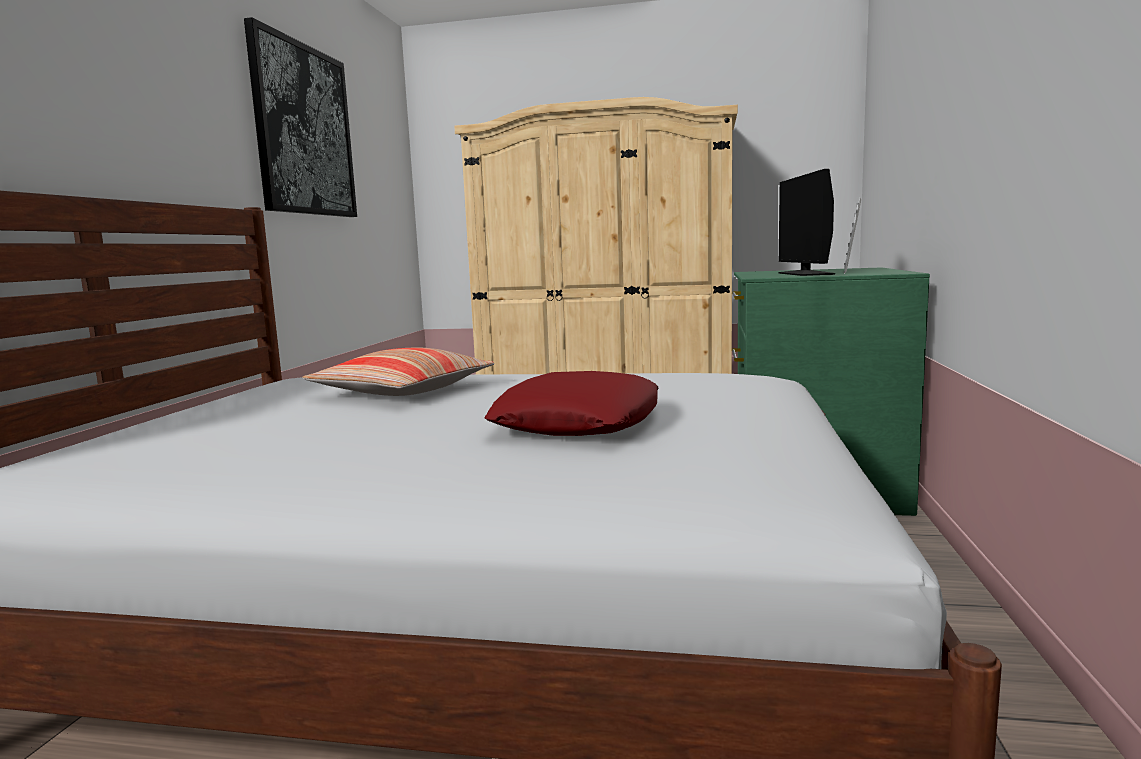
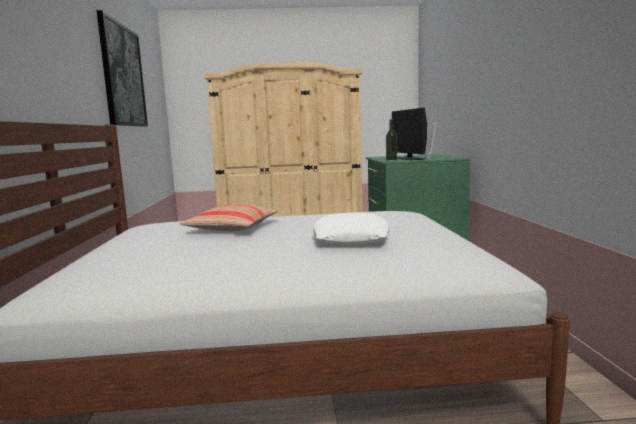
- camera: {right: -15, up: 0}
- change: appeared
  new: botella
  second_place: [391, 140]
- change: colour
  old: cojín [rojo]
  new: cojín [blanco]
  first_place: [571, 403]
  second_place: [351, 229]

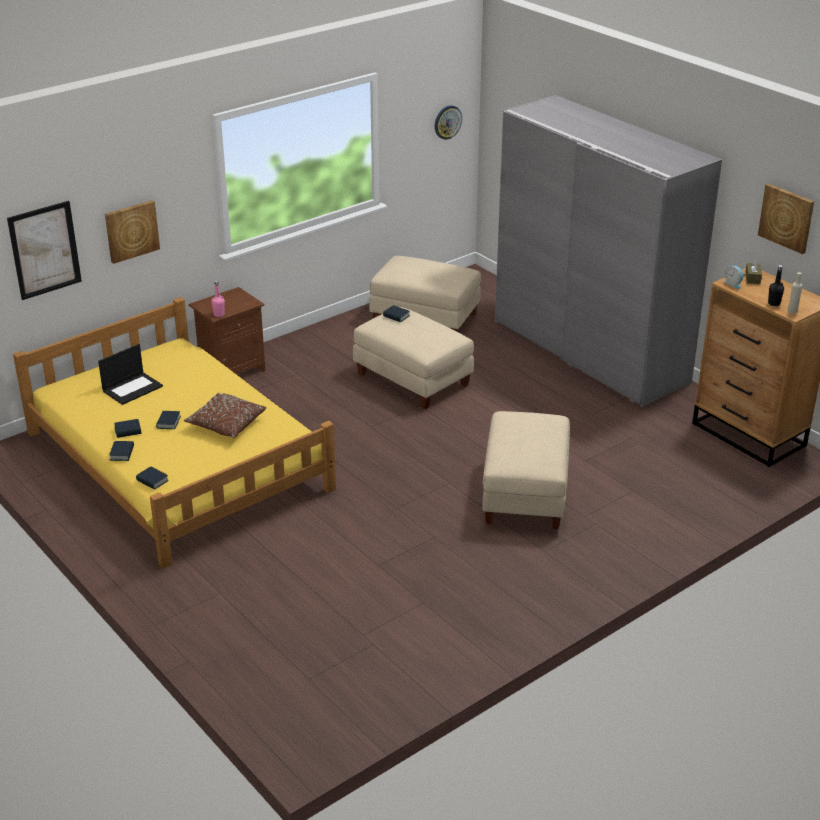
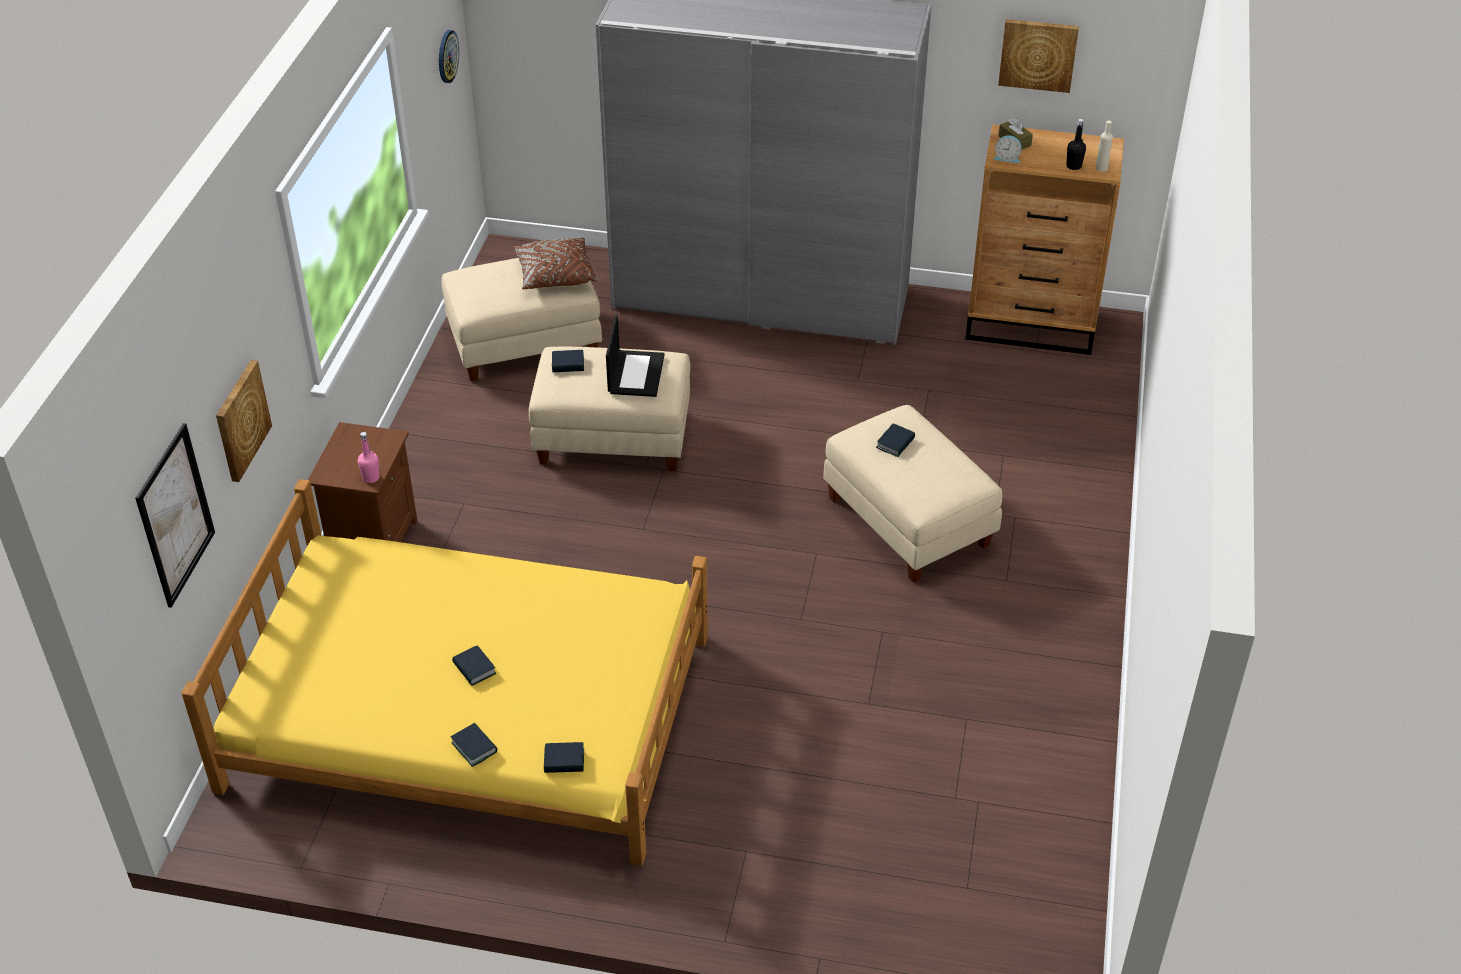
- camera: {right: -40, up: 10}
- change: relocated
  old: portátil
  first_place: [130, 374]
  second_place: [635, 356]
- change: relocated
  old: libro
  first_place: [127, 428]
  second_place: [895, 440]
- change: relocated
  old: cojín [marrón]
  first_place: [225, 415]
  second_place: [555, 263]

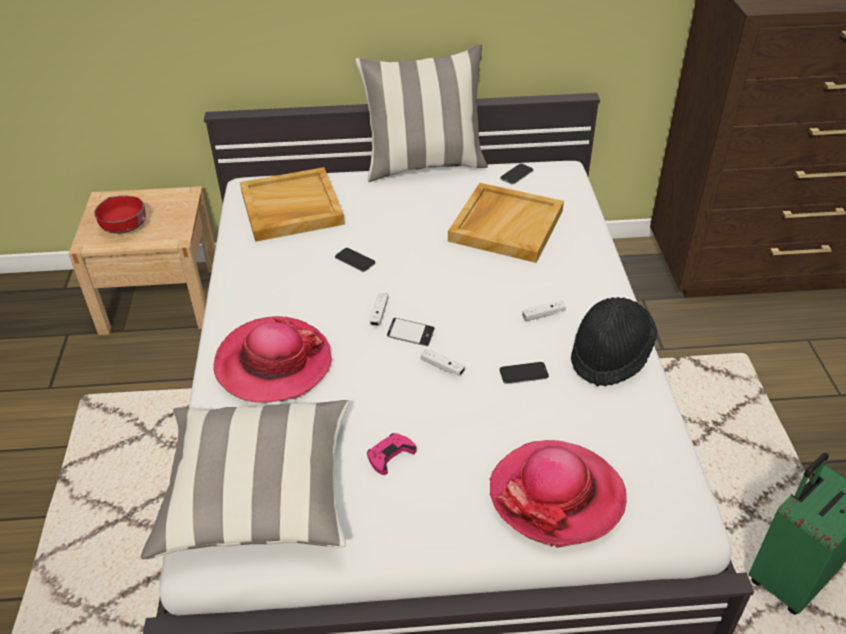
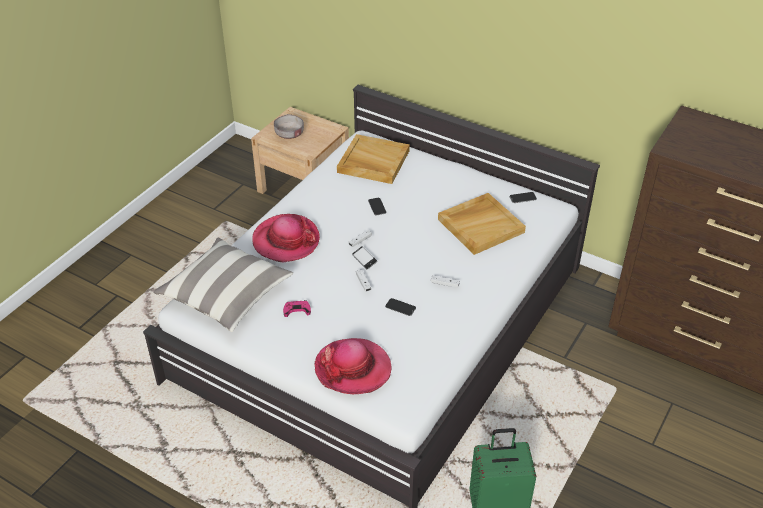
- camera: {right: 35, up: 0}
- change: missing
  old: cojín
  first_place: [421, 113]
- change: missing
  old: sombrero [negro]
  first_place: [614, 342]
- change: colour
  old: cuenco [rojo]
  new: cuenco [gris]
  first_place: [120, 215]
  second_place: [289, 126]

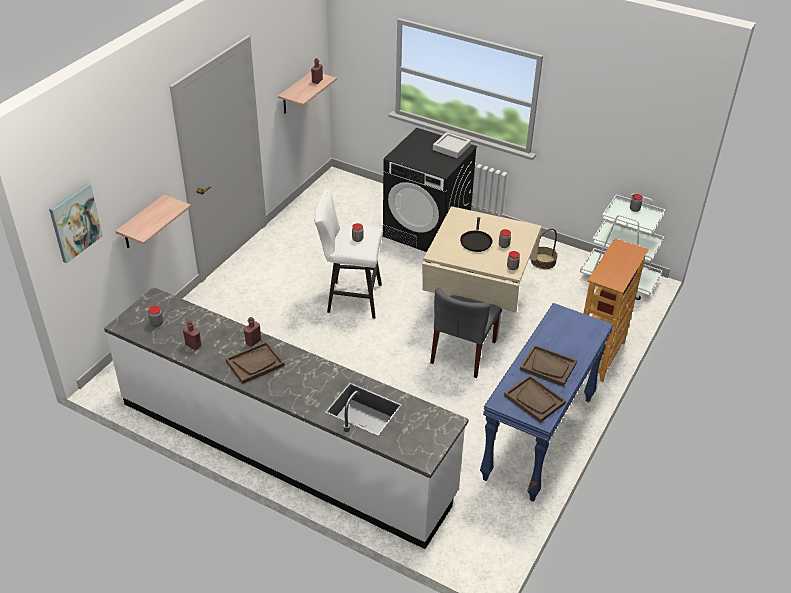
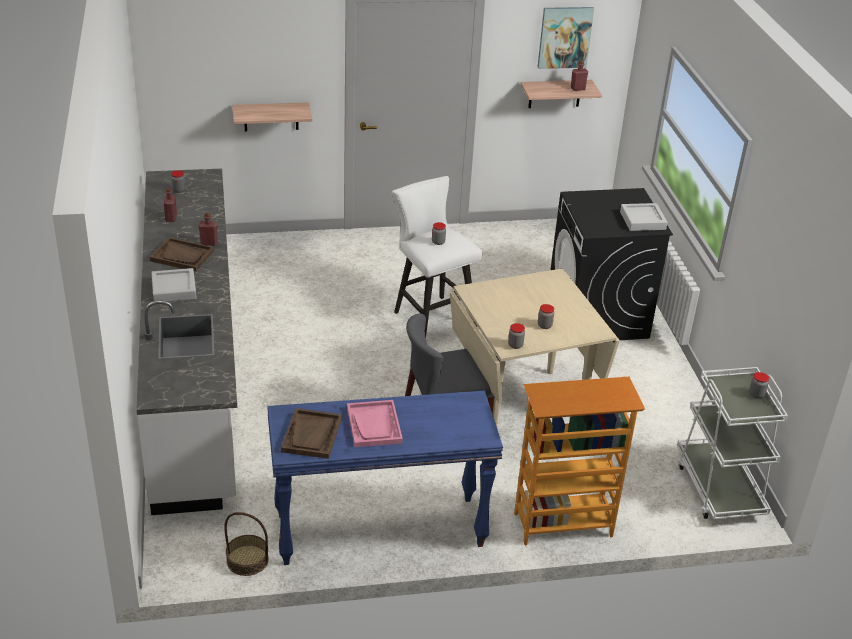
- camera: {right: 50, up: -5}
- change: missing
  old: sartén [negro]
  first_place: [476, 234]
- change: appeared
  new: bandeja [gris]
  second_place: [174, 284]
- change: relocated
  old: cuadro
  first_place: [76, 223]
  second_place: [566, 38]
- change: relocated
  old: cesta
  first_place: [544, 249]
  second_place: [246, 544]
- change: colour
  old: bandeja [marrón]
  new: bandeja [rosa]
  first_place: [548, 365]
  second_place: [375, 423]

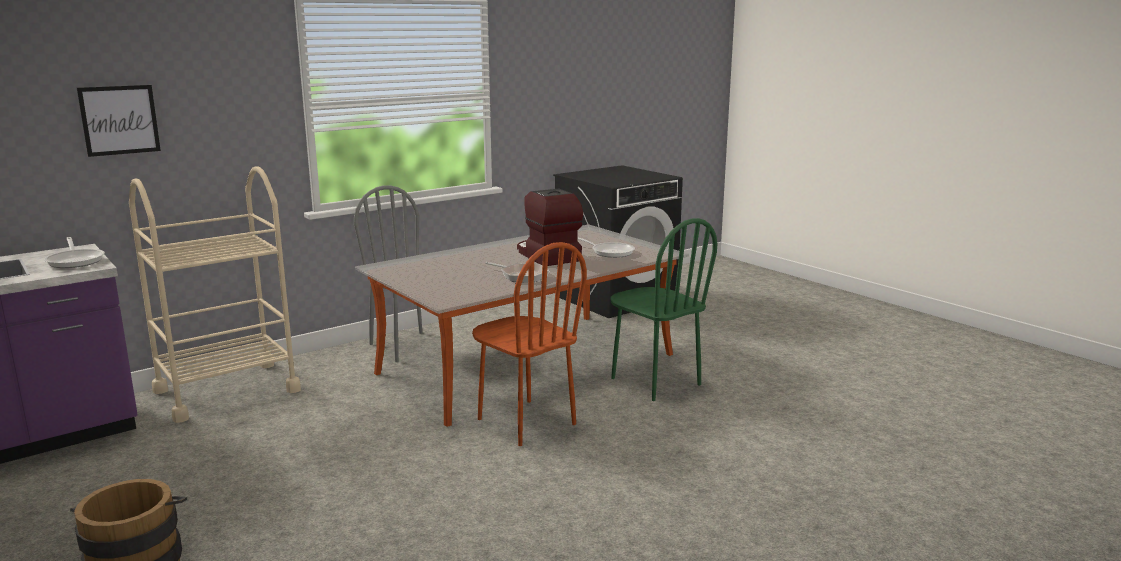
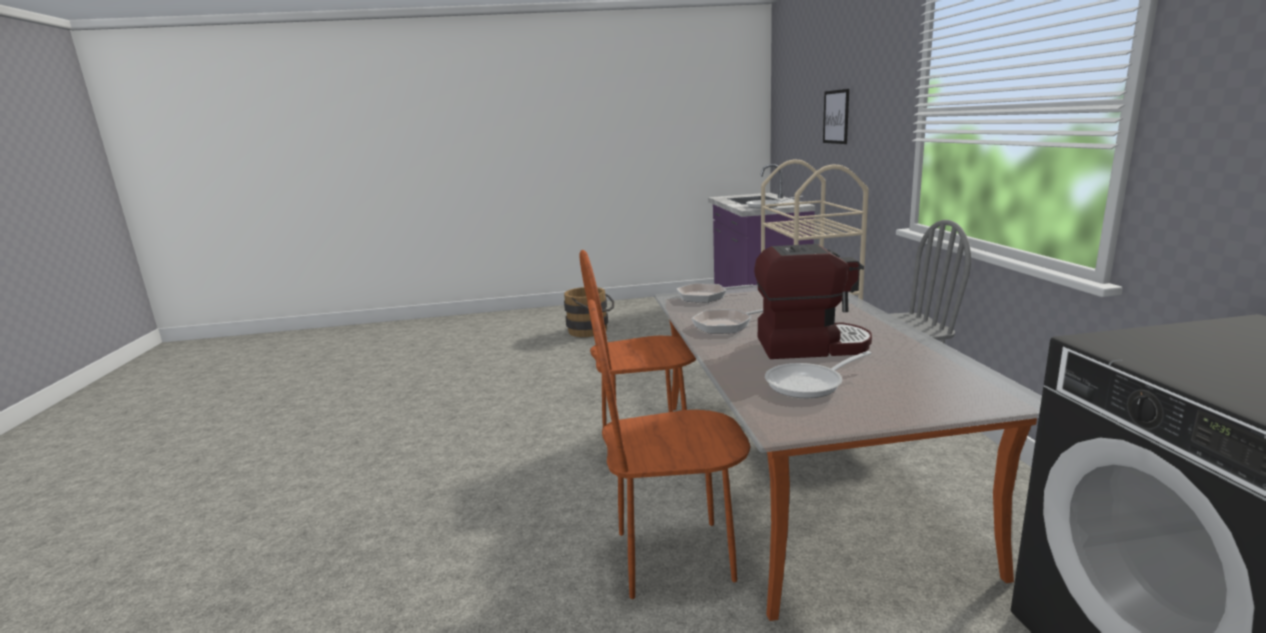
- camera: {right: 120, up: 0}
- change: appeared
  new: sartén
  second_place: [715, 293]
- change: colour
  old: silla [verde]
  new: silla [marrón]
  first_place: [664, 309]
  second_place: [669, 449]

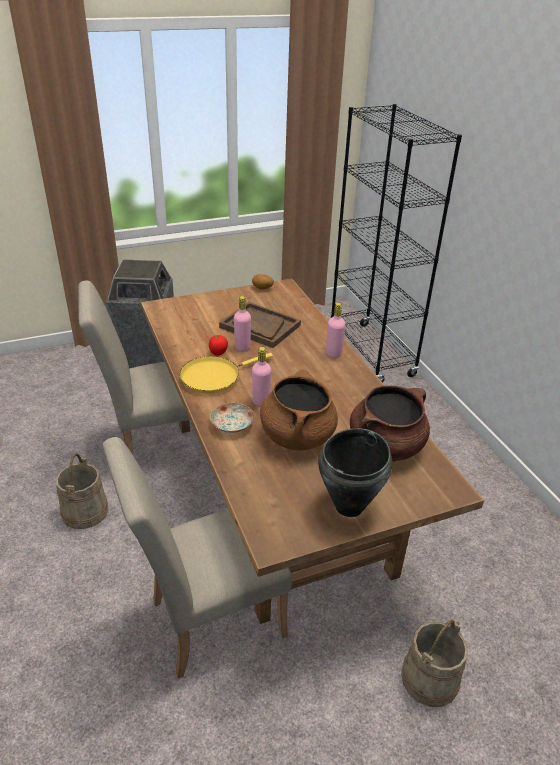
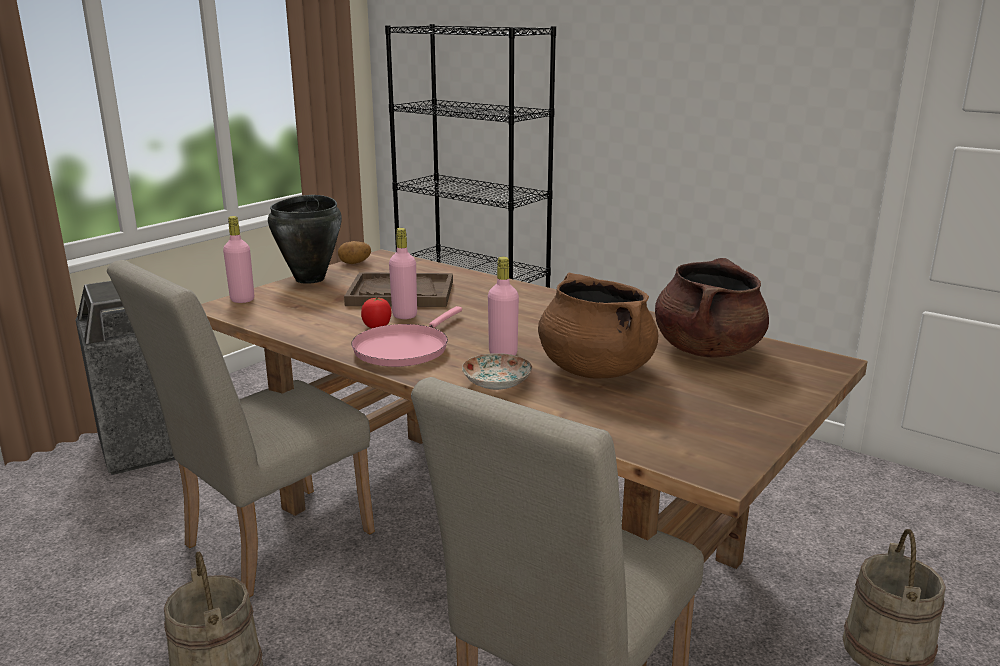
- camera: {right: -30, up: -15}
- change: relocated
  old: olla [negro]
  first_place: [355, 472]
  second_place: [305, 239]
- change: relocated
  old: botella [rosa]
  first_place: [335, 330]
  second_place: [238, 259]
- change: colour
  old: sartén [amarillo]
  new: sartén [rosa]
  first_place: [226, 373]
  second_place: [406, 336]

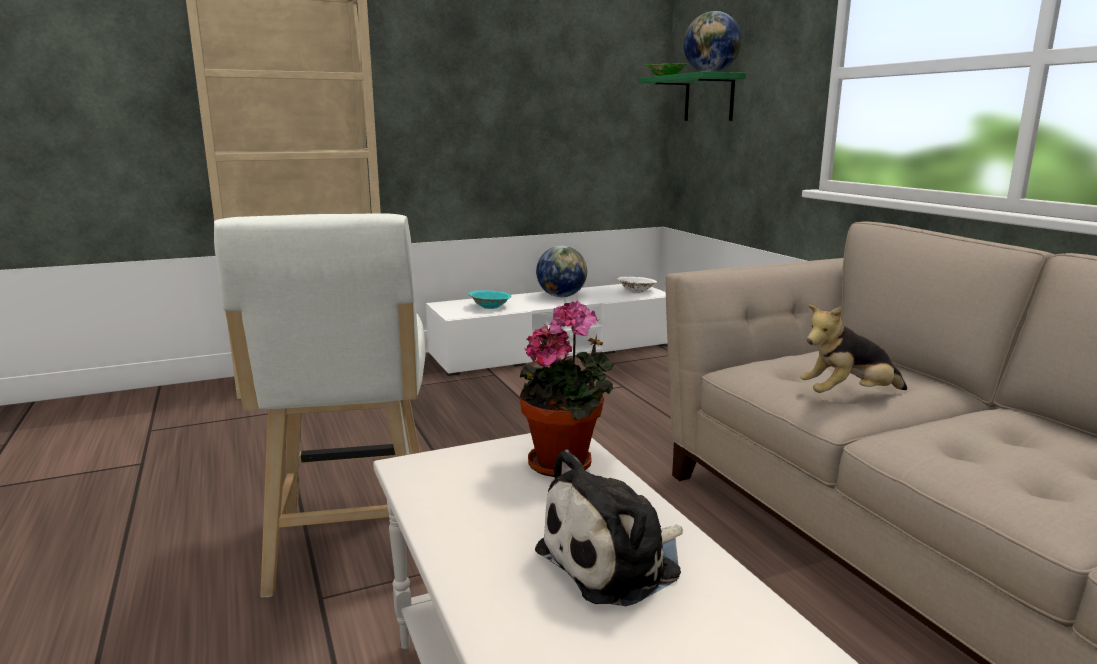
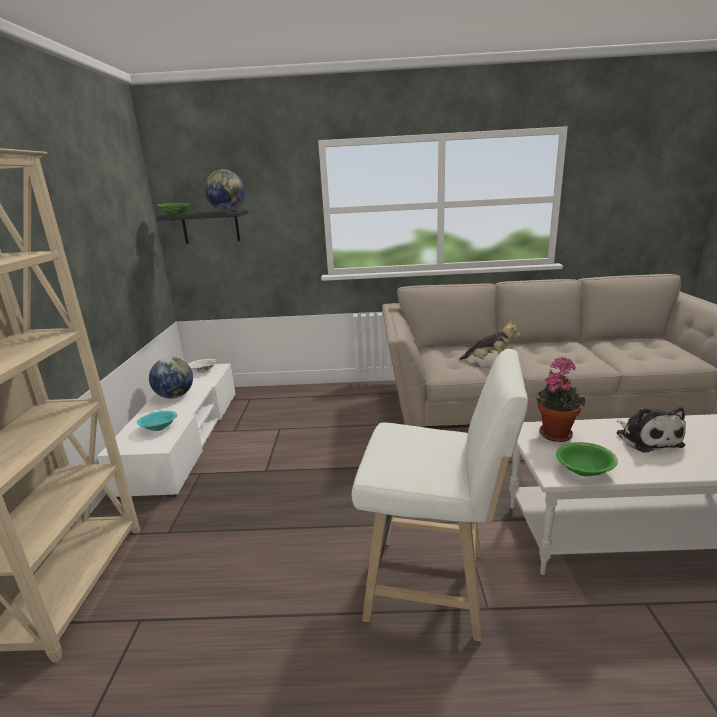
- camera: {right: -65, up: 5}
- change: appeared
  new: cuenco [verde]
  second_place: [587, 459]
- change: colour
  old: estante [verde]
  new: estante [negro]
  first_place: [692, 96]
  second_place: [202, 227]
- change: spun
  old: peluche
  first_place: [853, 349]
  second_place: [490, 340]
  degrees: -75

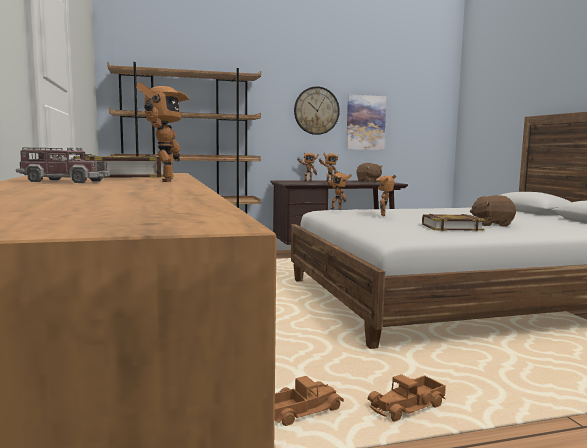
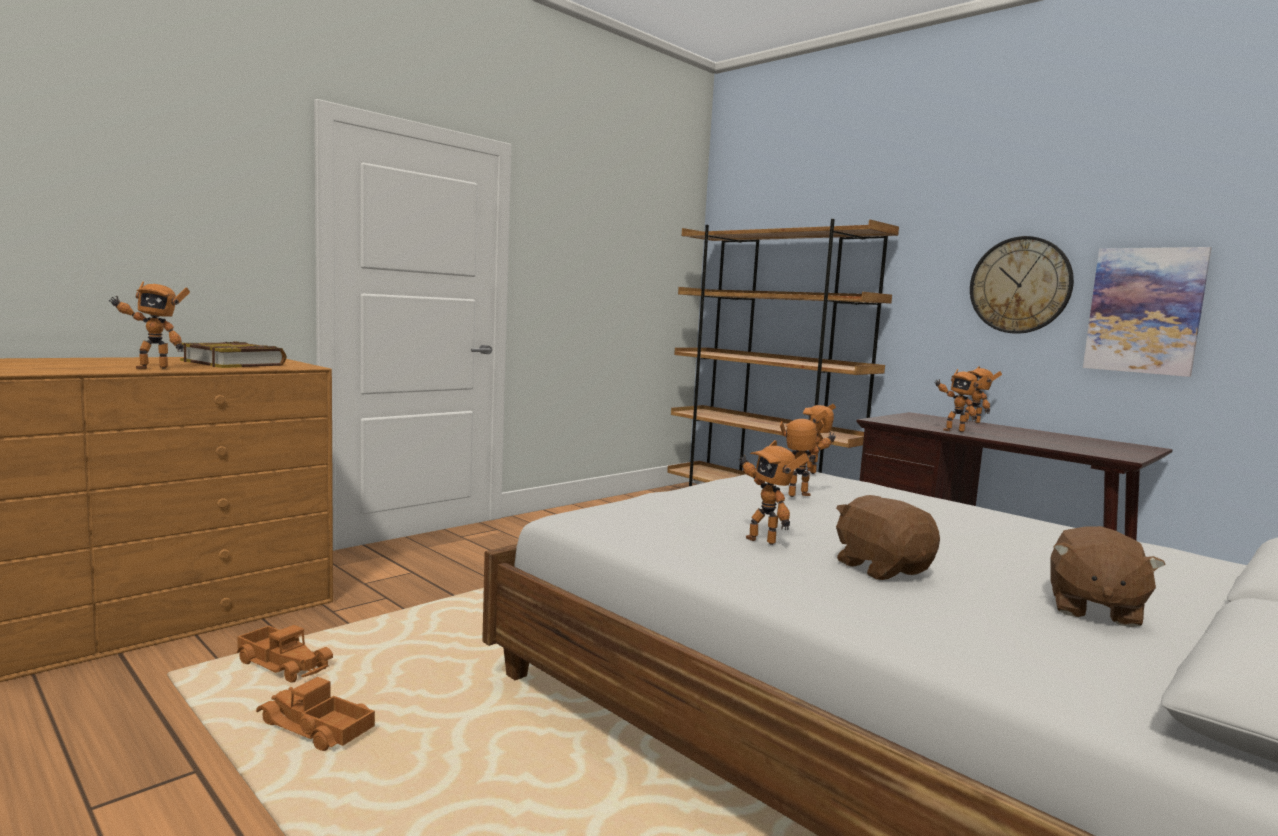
- camera: {right: 60, up: 0}
- change: missing
  old: camión de juguete
  first_place: [63, 165]
- change: relocated
  old: peluche [marrón]
  first_place: [369, 172]
  second_place: [1108, 576]
- change: exchanged
  old: libro
  new: robot de juguete
  first_place: [453, 222]
  second_place: [773, 492]

